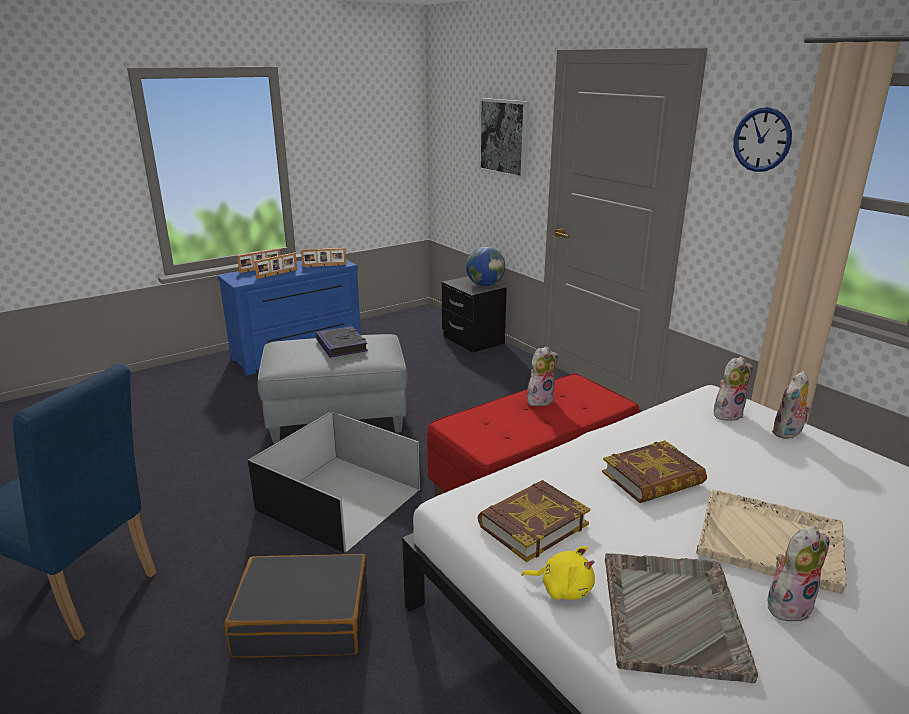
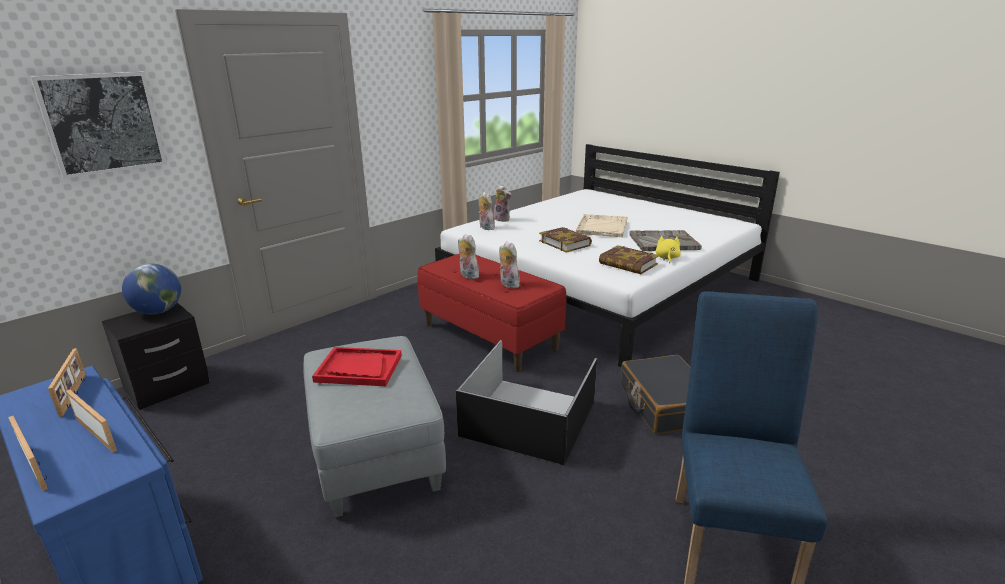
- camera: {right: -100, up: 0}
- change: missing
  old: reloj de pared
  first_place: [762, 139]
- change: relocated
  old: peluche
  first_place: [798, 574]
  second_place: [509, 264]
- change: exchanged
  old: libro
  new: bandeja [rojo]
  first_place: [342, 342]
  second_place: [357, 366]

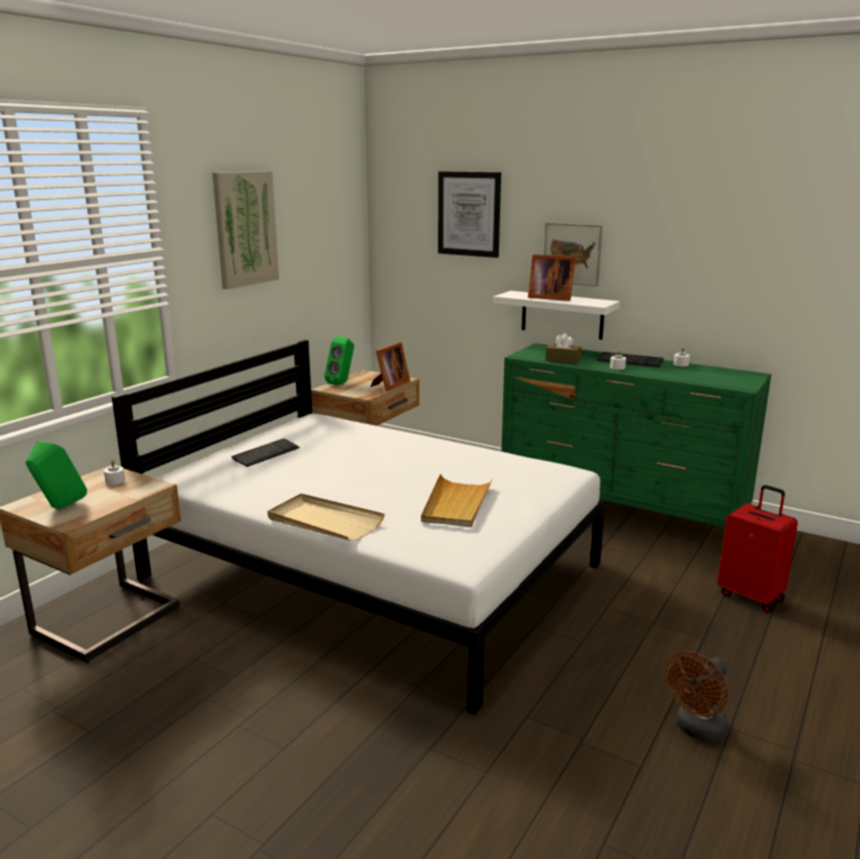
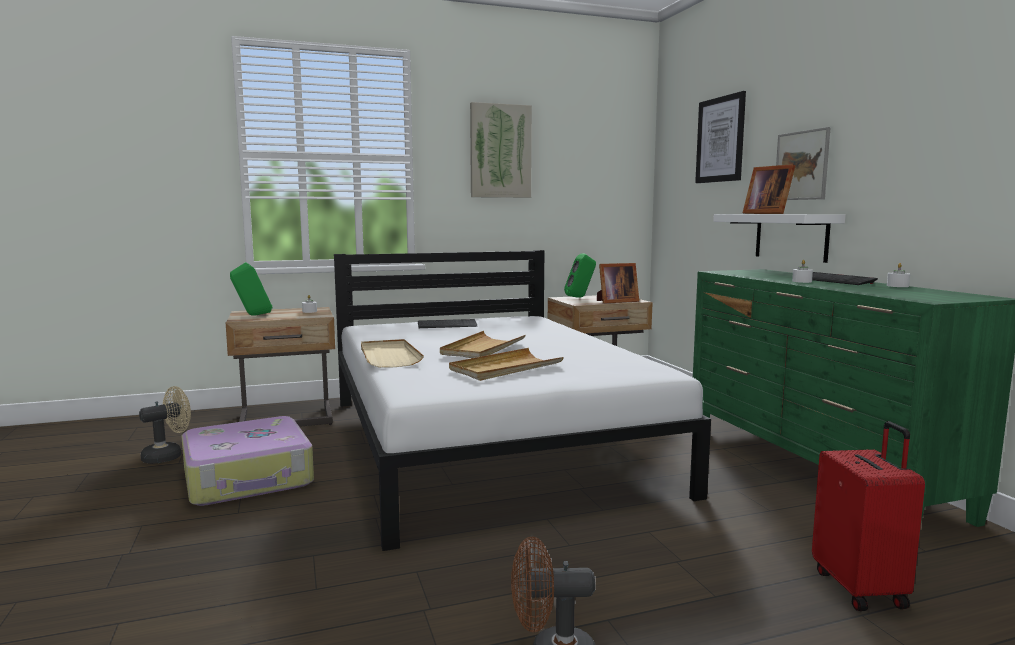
- camera: {right: 40, up: -10}
- change: missing
  old: caja de pañuelos [marrón]
  first_place: [563, 348]
- change: appeared
  new: ventilador [beis]
  second_place: [165, 425]
- change: appeared
  new: maleta
  second_place: [247, 461]
- change: appeared
  new: bandeja [beis]
  second_place: [483, 344]

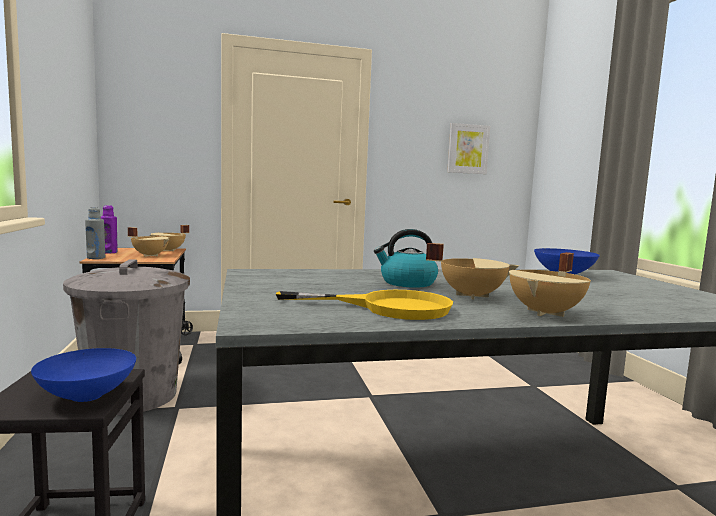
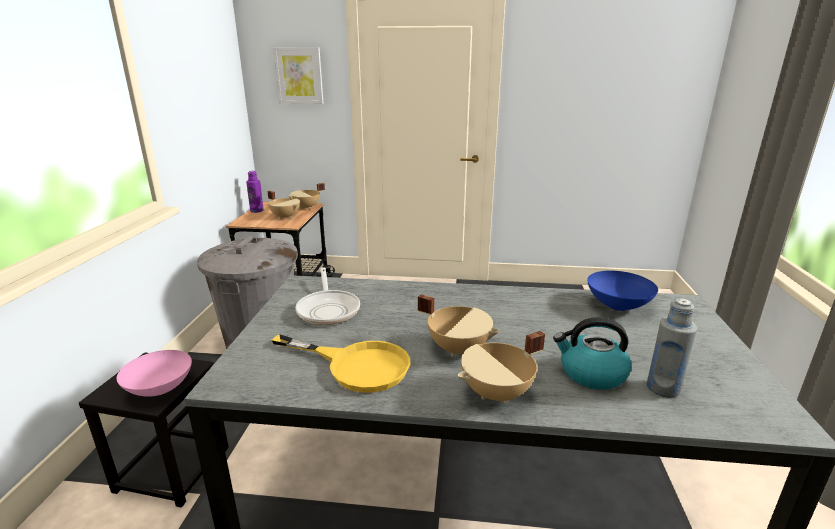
- camera: {right: 20, up: 15}
- change: appeared
  new: sartén
  second_place: [327, 296]
- change: relocated
  old: botella [gris]
  first_place: [95, 233]
  second_place: [672, 348]
- change: relocated
  old: hervidor
  first_place: [406, 258]
  second_place: [592, 353]
- change: relocated
  old: cuadro
  first_place: [468, 148]
  second_place: [298, 75]
- change: colour
  old: cuenco [azul]
  new: cuenco [rosa]
  first_place: [83, 375]
  second_place: [154, 373]

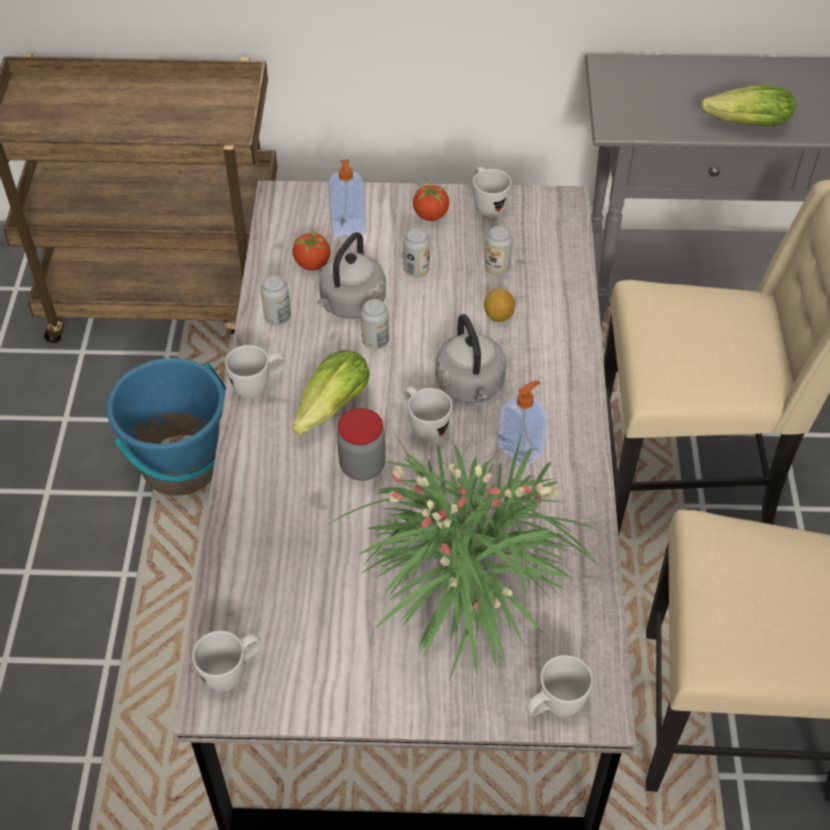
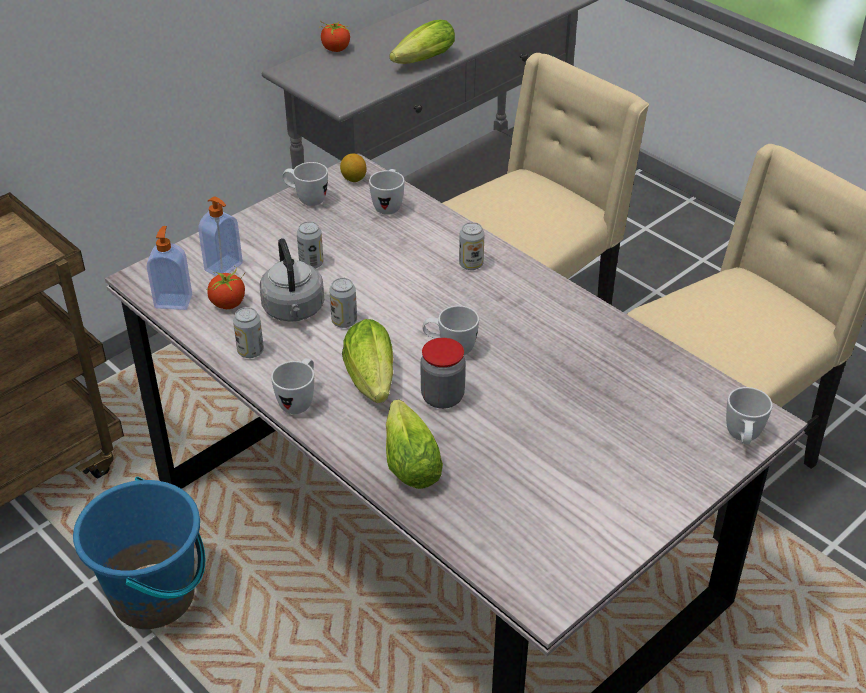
- camera: {right: -45, up: -10}
- change: missing
  old: planta en maceta
  first_place: [465, 553]
- change: missing
  old: hervidor [gris]
  first_place: [471, 358]
- change: appeared
  new: lechuga
  second_place: [414, 444]
- change: relocated
  old: taza grande [blanco]
  first_place: [227, 661]
  second_place: [387, 192]
- change: relocated
  old: tomate
  first_place: [431, 198]
  second_place: [334, 37]
- change: relocated
  old: limón
  first_place: [499, 305]
  second_place: [353, 167]
- change: relocated
  old: lata
  first_place: [499, 250]
  second_place: [472, 246]
- change: relocated
  old: dispensador de jabón
  first_place: [522, 424]
  second_place: [169, 268]

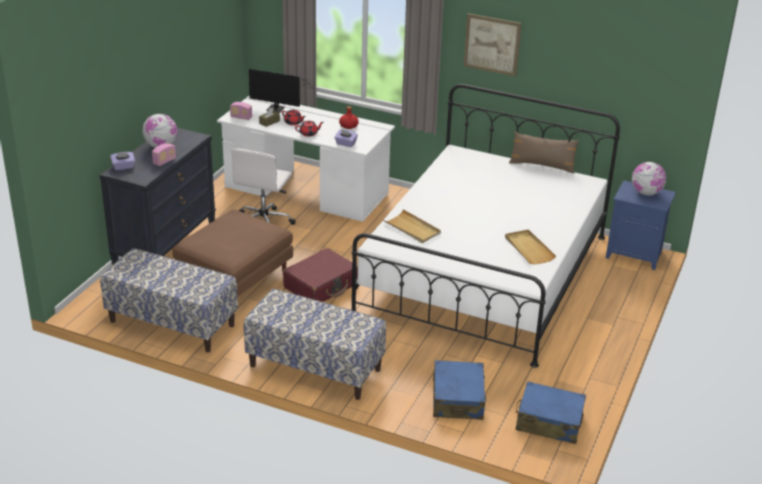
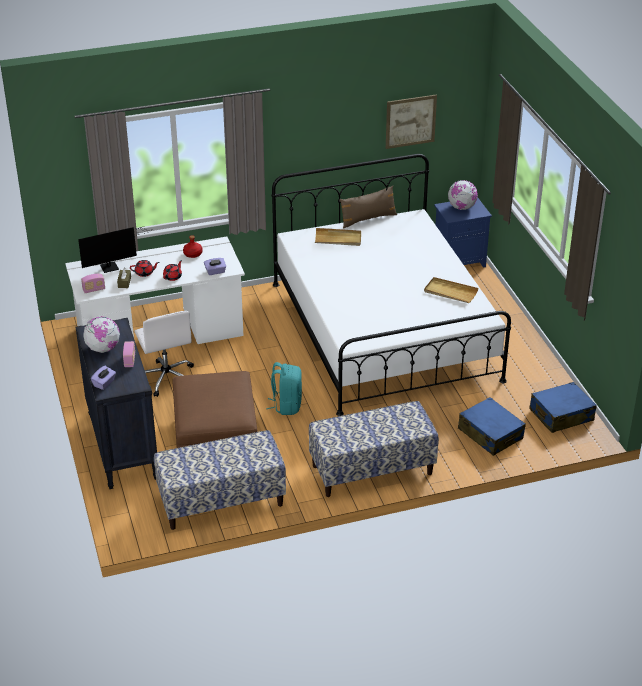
- camera: {right: -40, up: 5}
- change: relocated
  old: bandeja [beis]
  first_place: [412, 226]
  second_place: [338, 237]
- change: relocated
  old: cuadro
  first_place: [493, 44]
  second_place: [411, 122]
- change: exchanged
  old: maleta [rojo]
  new: mochila [turquesa]
  first_place: [320, 275]
  second_place: [284, 388]

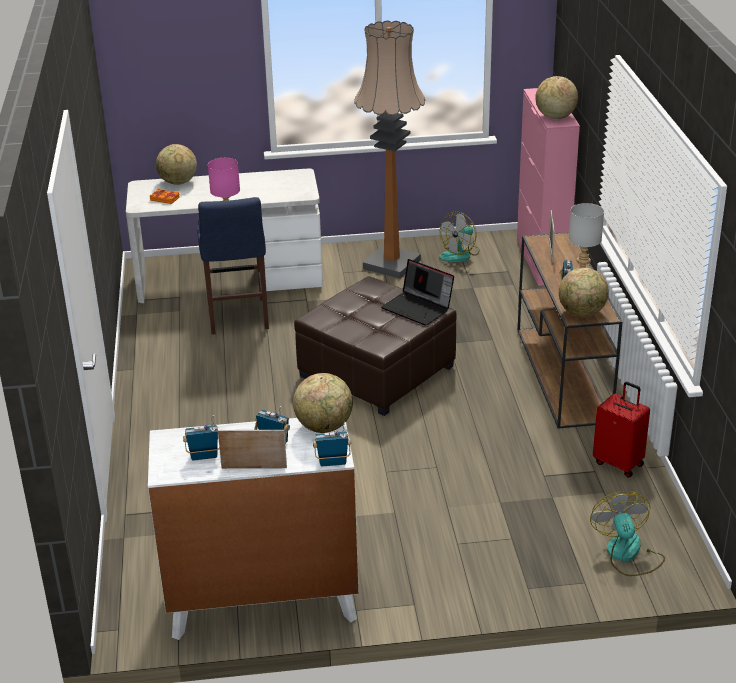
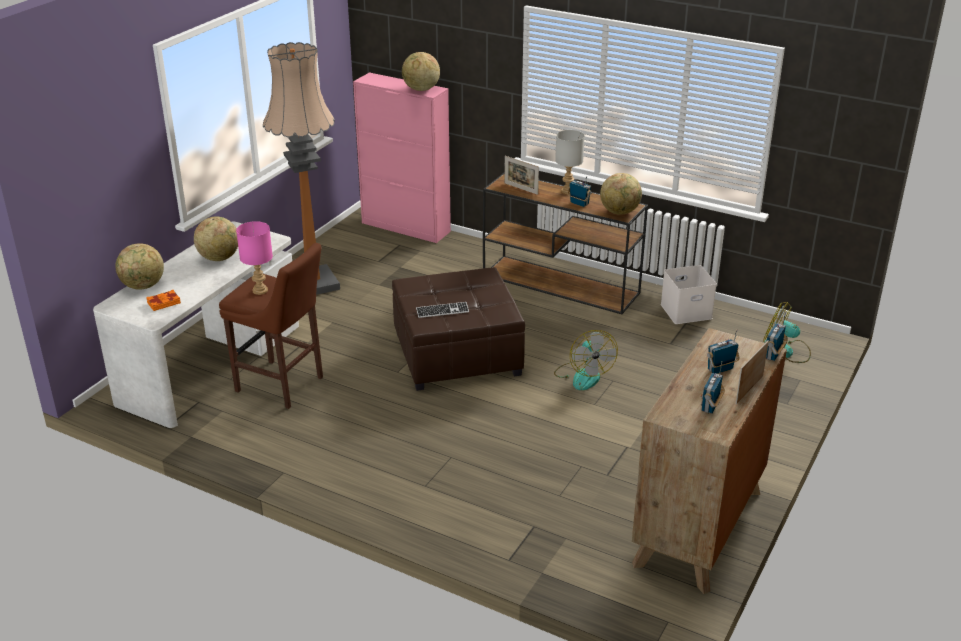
- camera: {right: -55, up: 0}
- change: missing
  old: portátil
  first_place: [417, 292]
- change: appeared
  new: teclado
  second_place: [442, 310]
- change: relocated
  old: globo terráqueo
  first_place: [323, 403]
  second_place: [216, 239]
- change: relocated
  old: ventilador
  first_place: [459, 237]
  second_place: [586, 360]
- change: exchanged
  old: maleta [rojo]
  new: caja de almacenaje [blanco]
  first_place: [621, 430]
  second_place: [689, 294]
- change: colour
  old: cómoda [blanco]
  new: cómoda [marrón]
  first_place: [253, 529]
  second_place: [709, 461]
- change: colour
  old: taburete [azul]
  new: taburete [marrón]
  first_place: [233, 266]
  second_place: [271, 326]

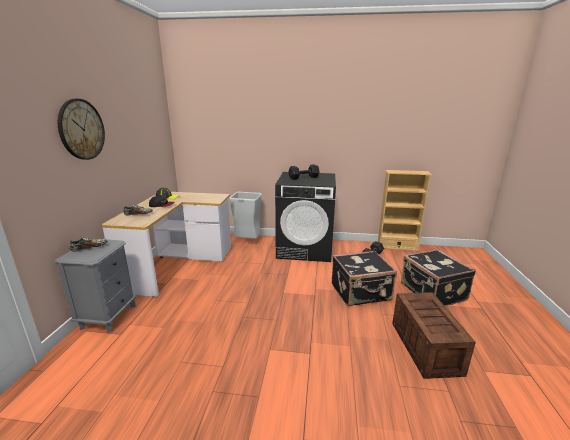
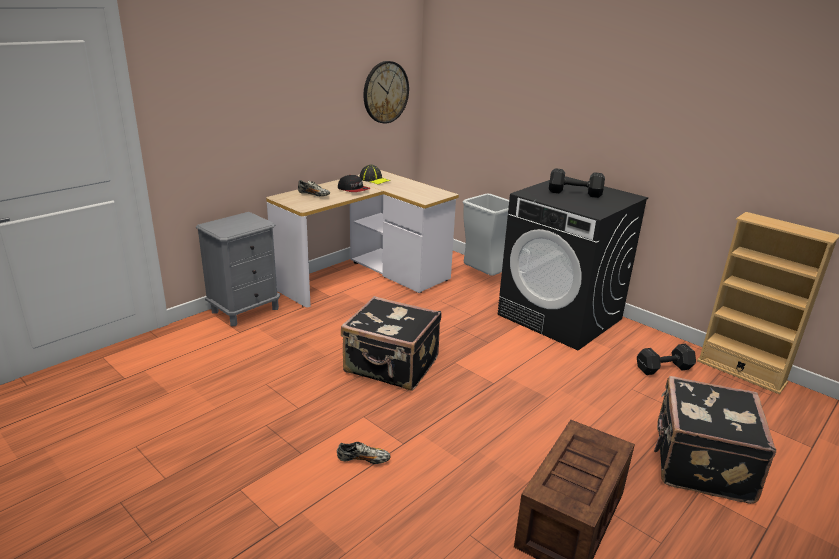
- camera: {right: 35, up: 5}
- change: relocated
  old: reloj de pared
  first_place: [81, 129]
  second_place: [386, 92]
- change: relocated
  old: zapato
  first_place: [88, 244]
  second_place: [364, 453]
- change: relocated
  old: maleta [negro]
  first_place: [364, 278]
  second_place: [391, 343]

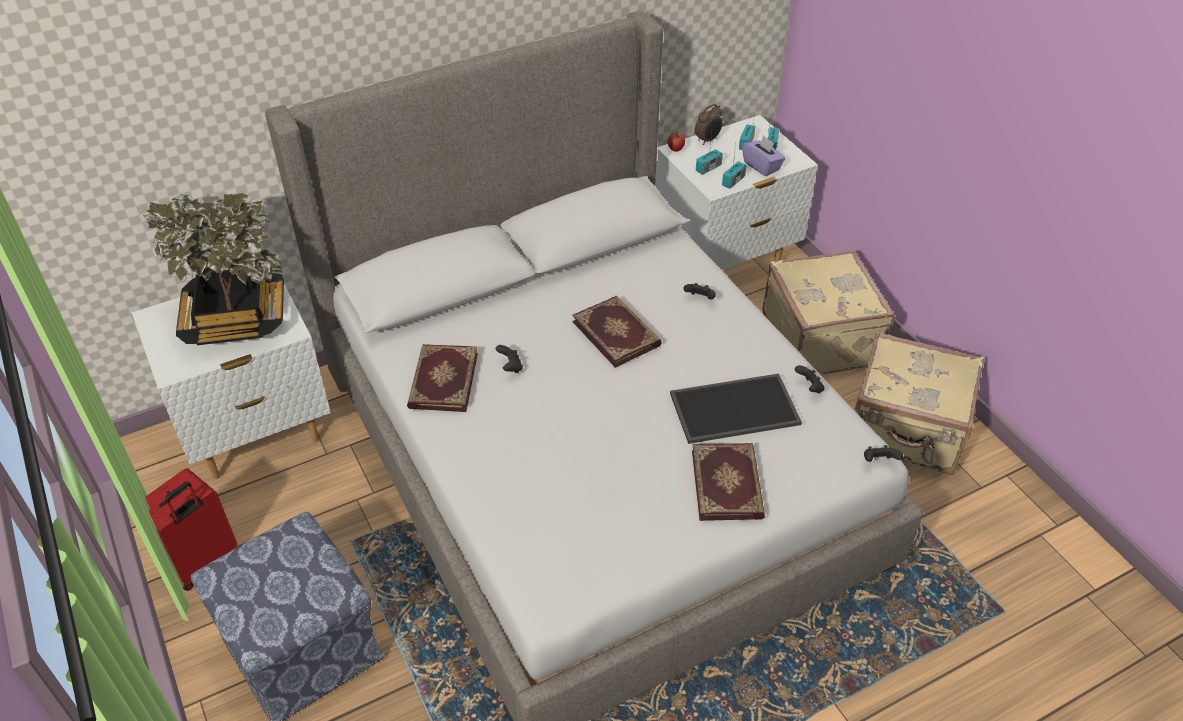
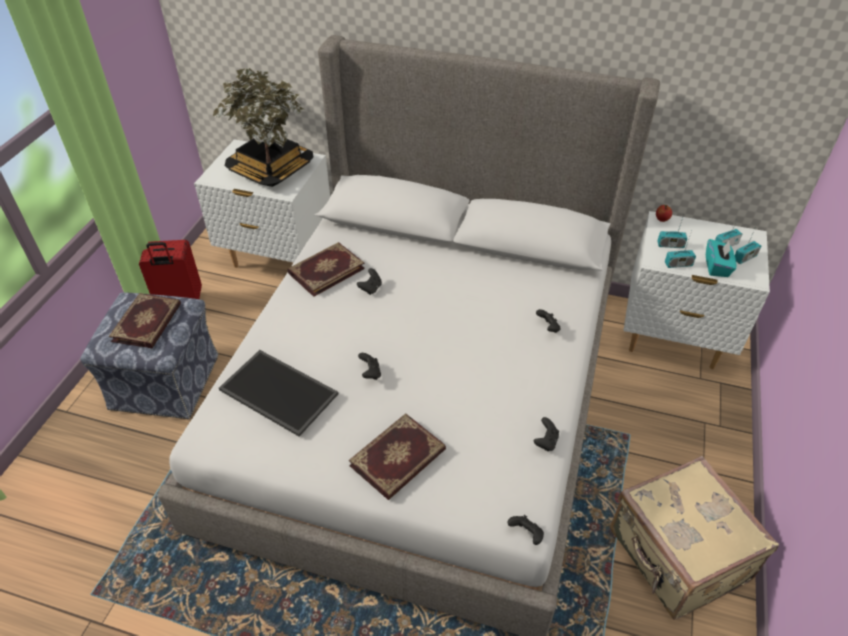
- camera: {right: 45, up: 0}
- change: missing
  old: despertador
  first_place: [709, 124]
- change: missing
  old: maleta [beis]
  first_place: [828, 312]
- change: appeared
  new: mando de consola [negro]
  second_place: [369, 366]
- change: relocated
  old: libro
  first_place: [617, 332]
  second_place: [145, 320]
- change: relocated
  old: bandeja
  first_place: [736, 409]
  second_place: [278, 393]
- change: colour
  old: caja de pañuelos [morado]
  new: caja de pañuelos [turquesa]
  first_place: [764, 155]
  second_place: [721, 258]

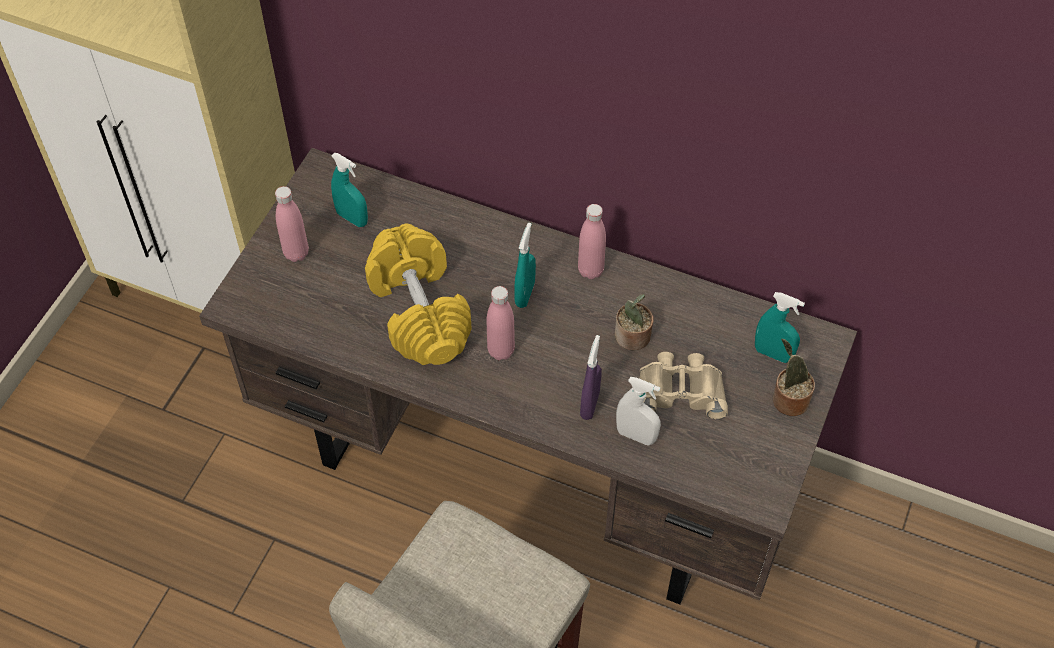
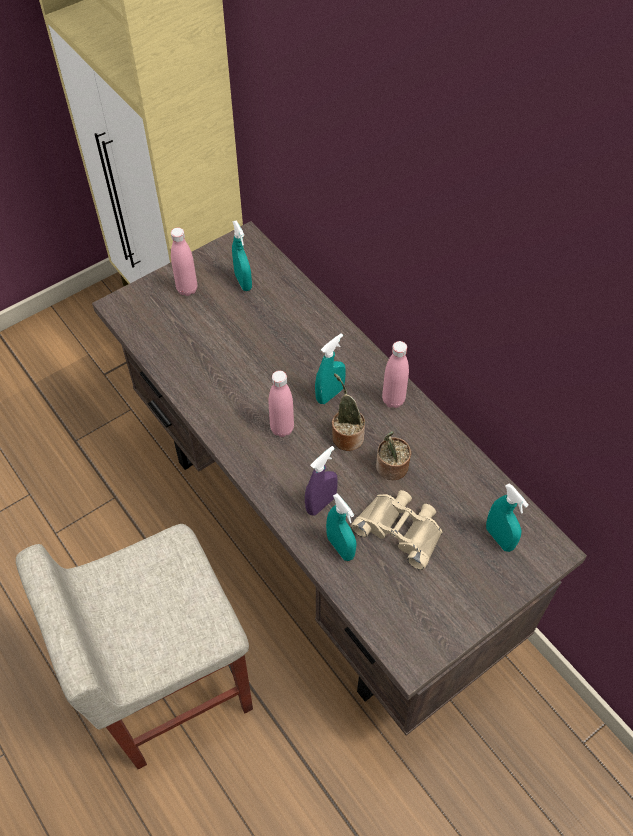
- camera: {right: 30, up: 0}
- change: missing
  old: mancuerna [amarillo]
  first_place: [418, 294]
- change: relocated
  old: planta en maceta
  first_place: [794, 377]
  second_place: [348, 412]
- change: colour
  old: pulverizador [blanco]
  new: pulverizador [turquesa]
  first_place: [638, 411]
  second_place: [341, 527]

